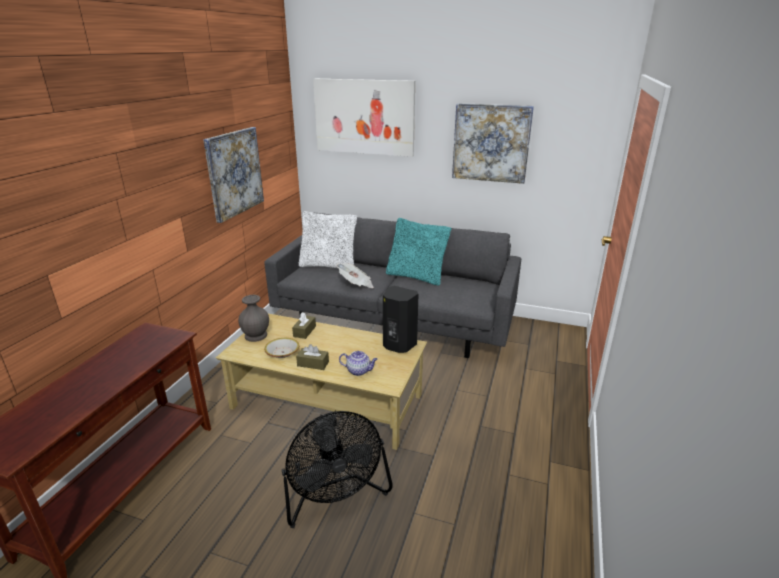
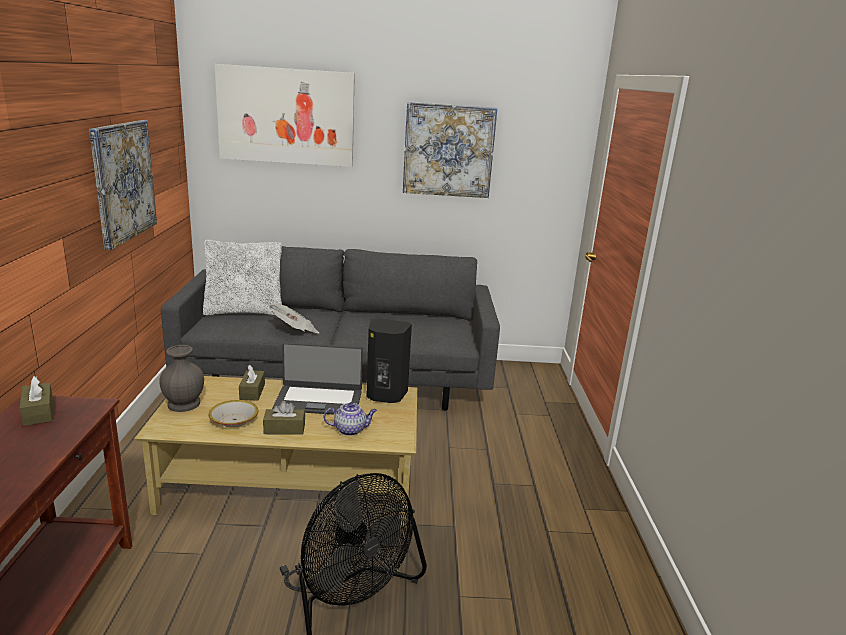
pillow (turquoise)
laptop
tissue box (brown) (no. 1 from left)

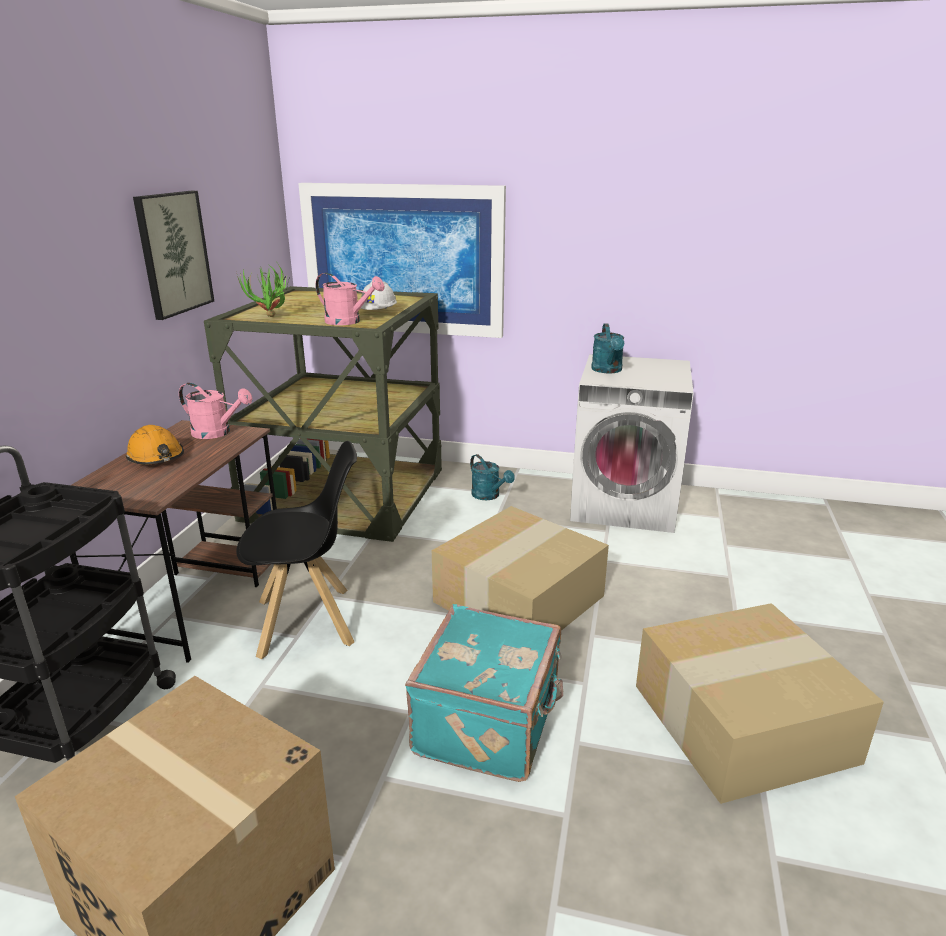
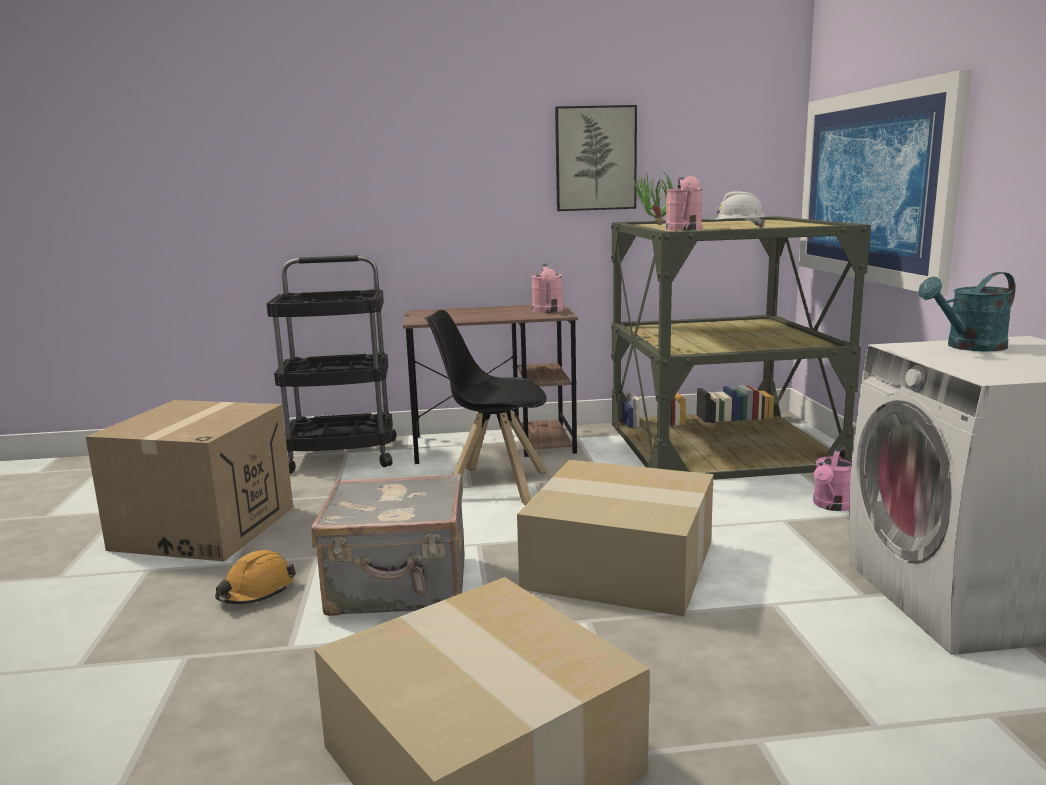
hard hat (orange)
chair (black)
watering can (pink) (no. 3 from left)
suitcase (grey)

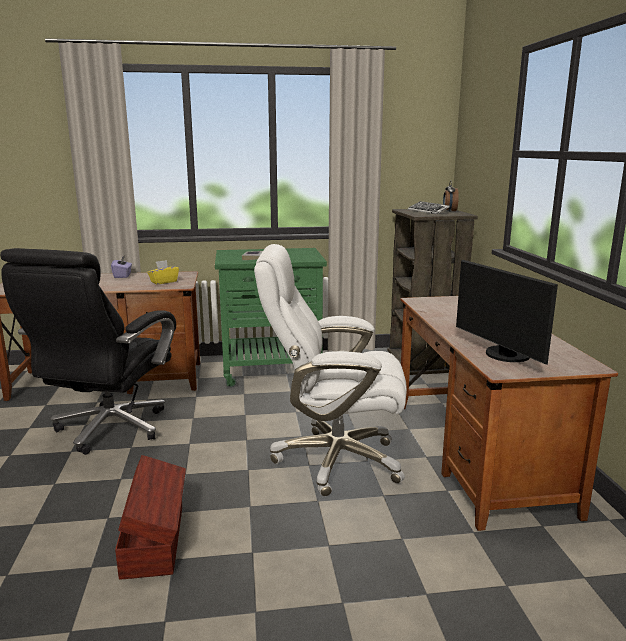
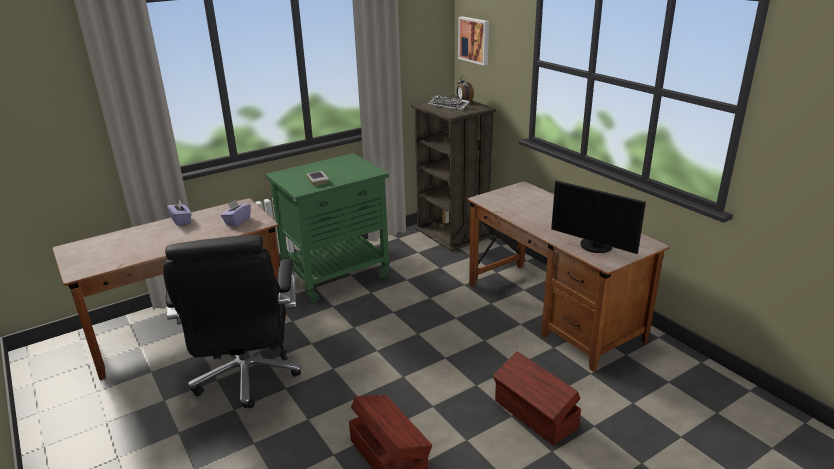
office chair (white)
tissue box (purple) (no. 2 from left)
picture
storage box (brown) (no. 2 from left)

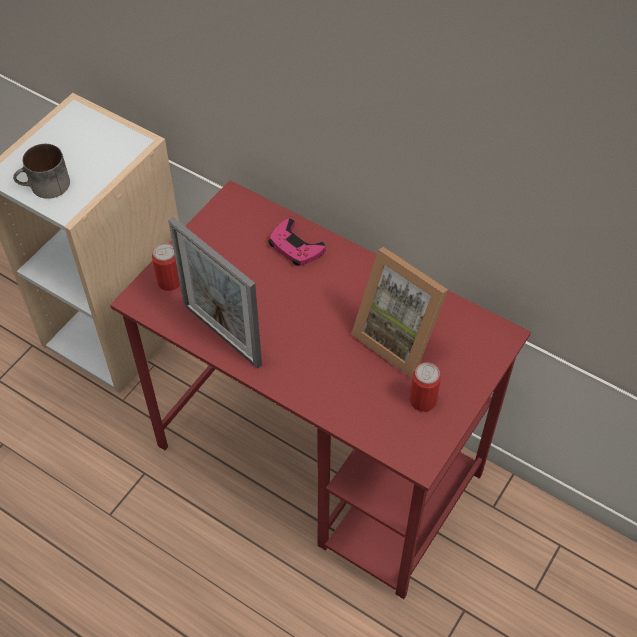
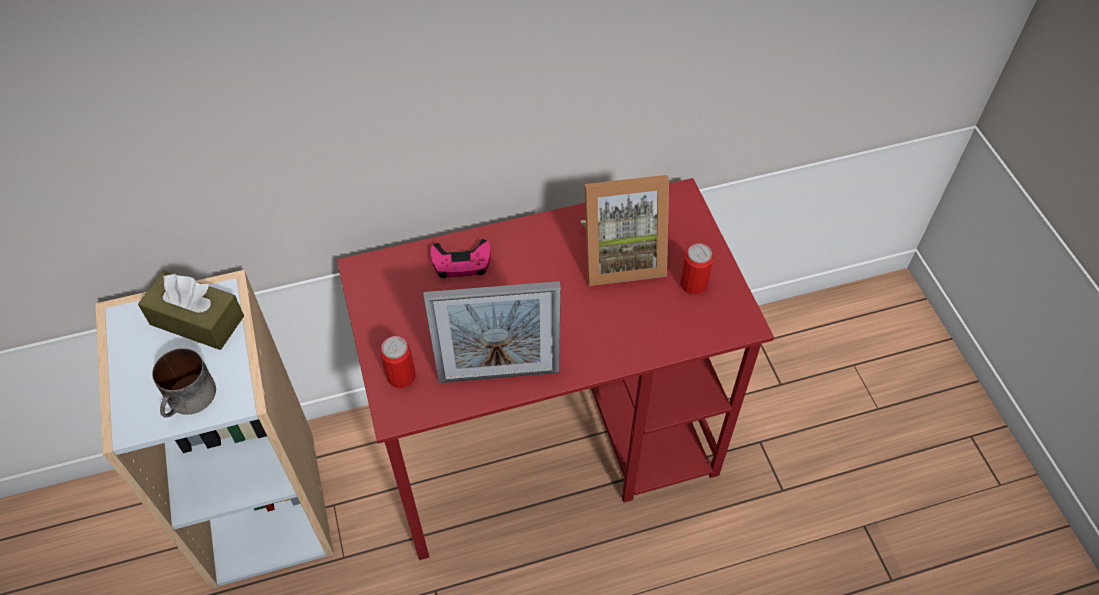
tissue box (brown)

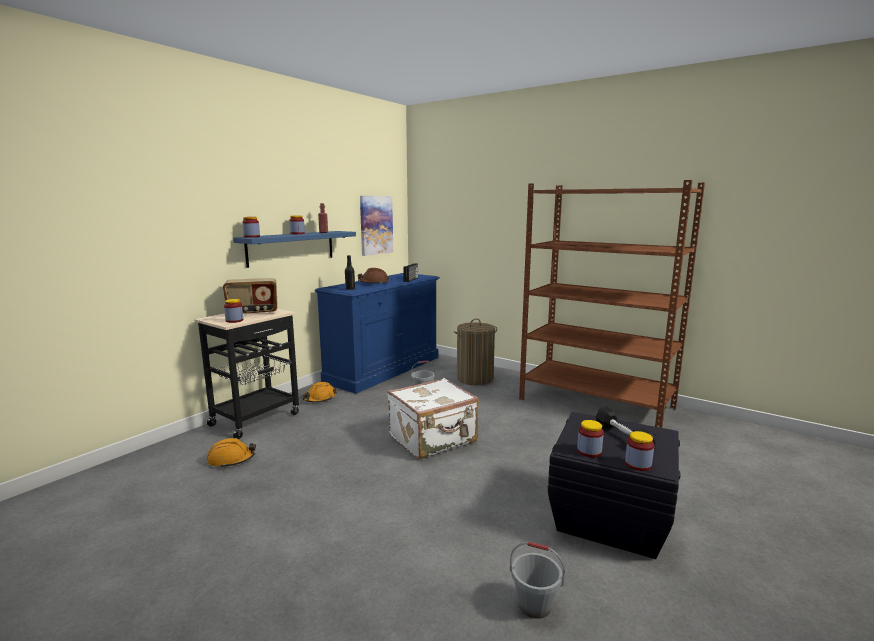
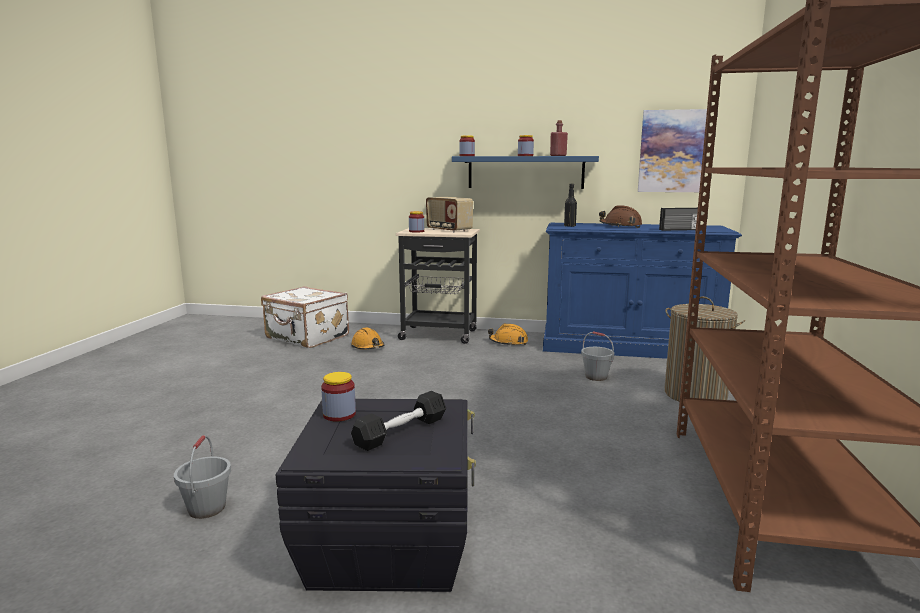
suitcase (white)
jar (no. 5 from left in the first image)

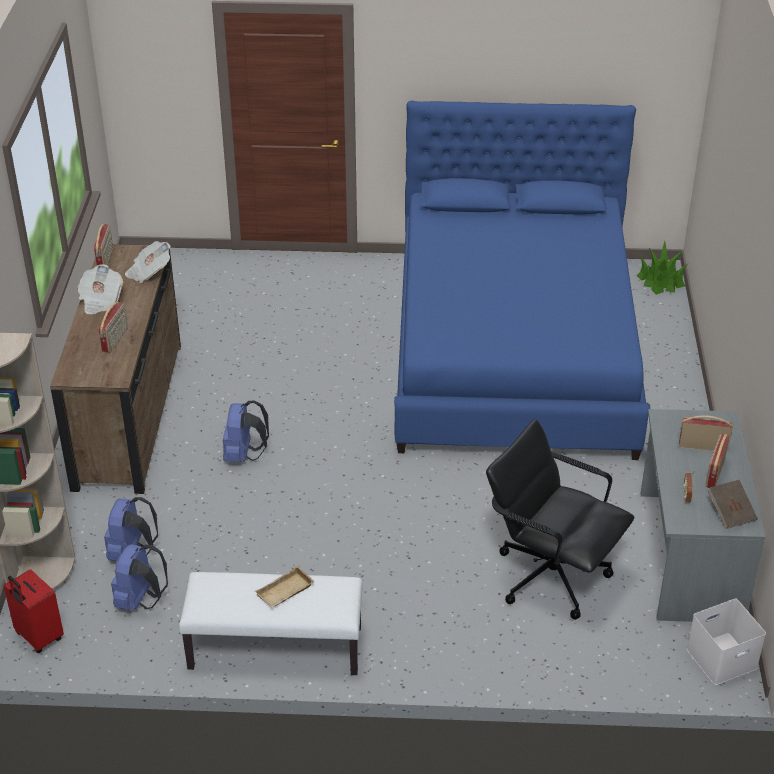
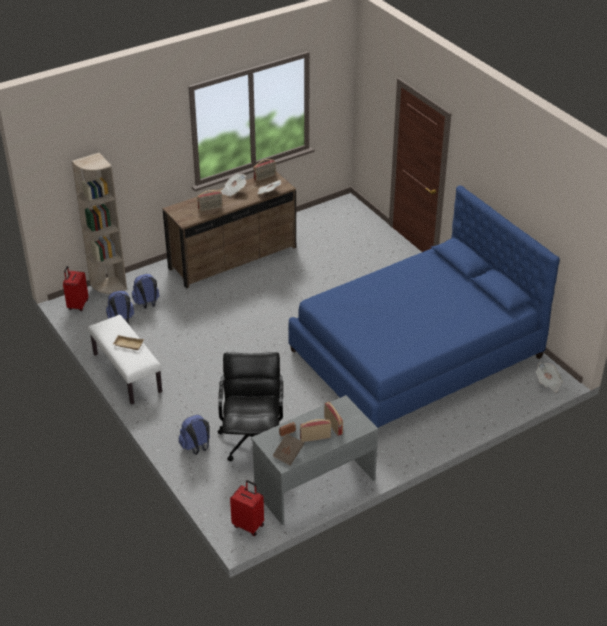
newspaper (no. 3 from left)
backpack (blue) (no. 3 from left)
suitcase (red) (no. 2 from left)

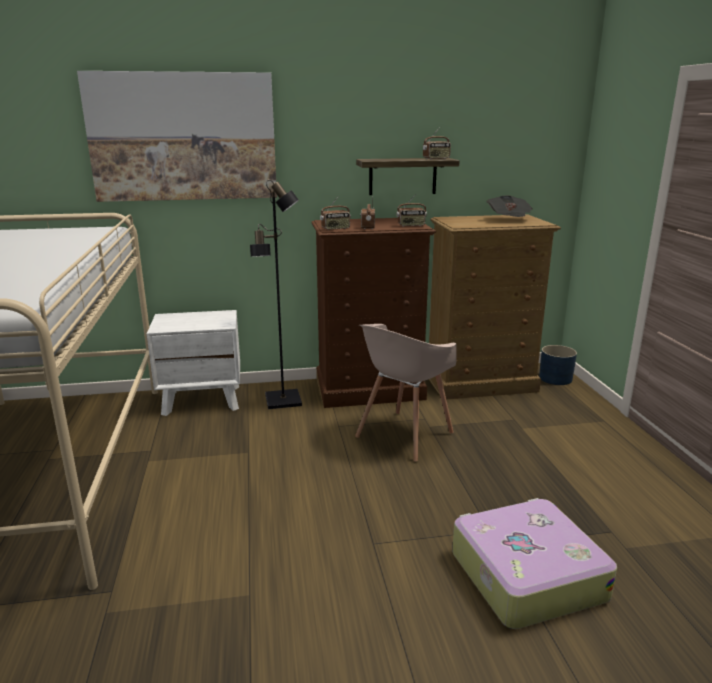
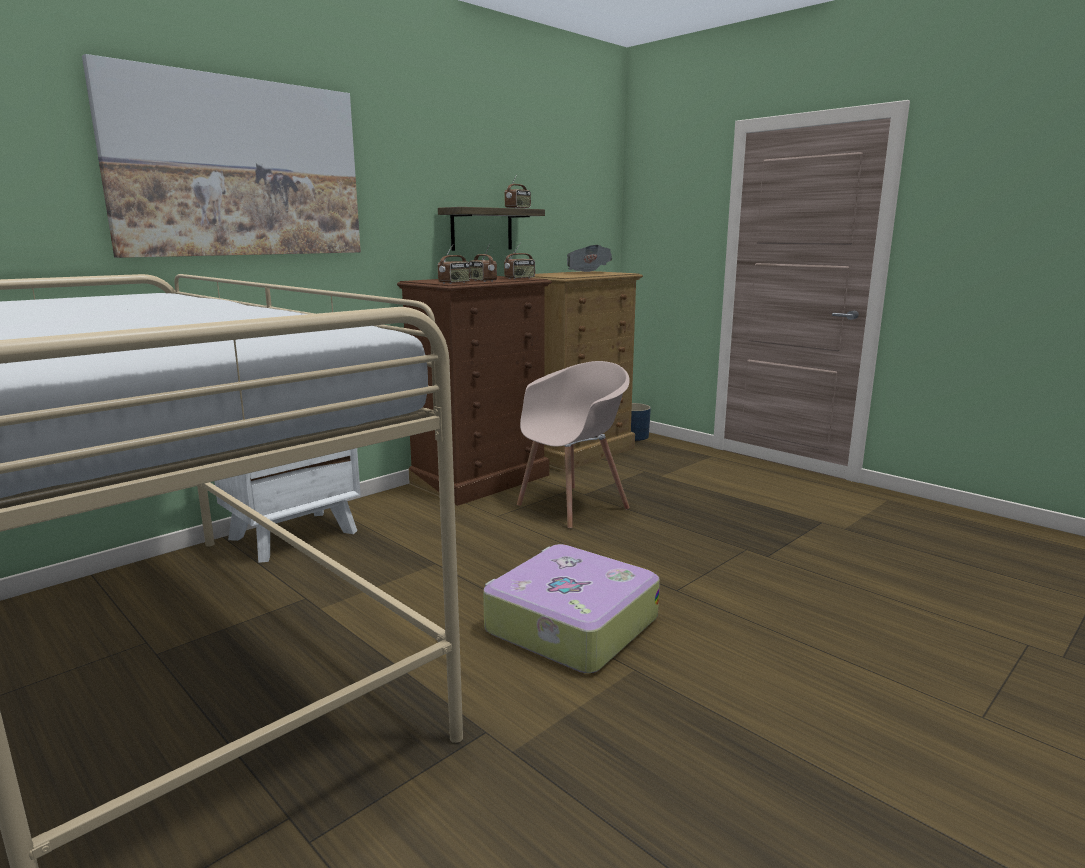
floor lamp (black)
chair (beige)
suitcase

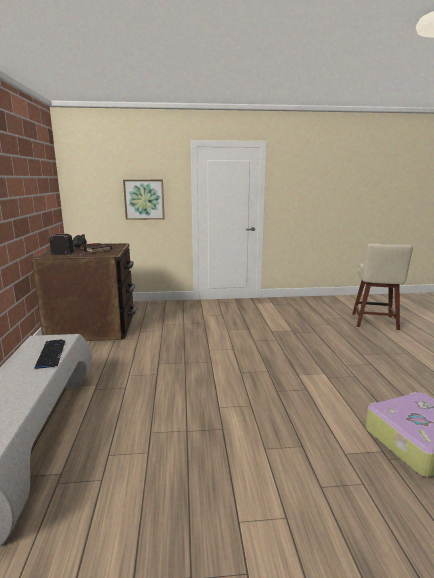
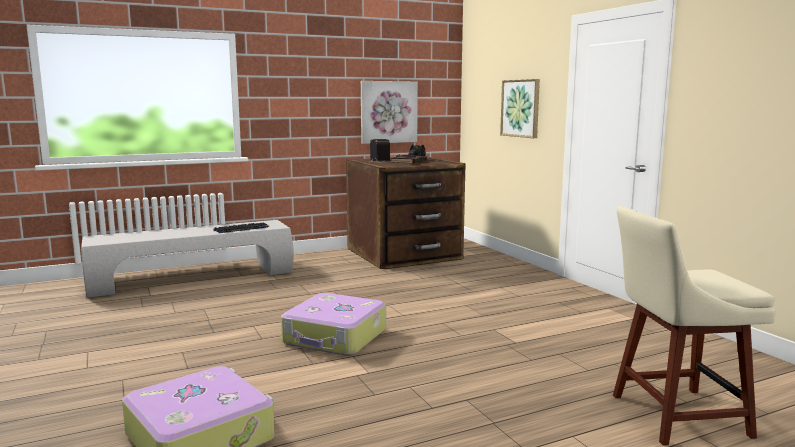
picture (no. 1 from left)
suitcase (no. 2 from left)

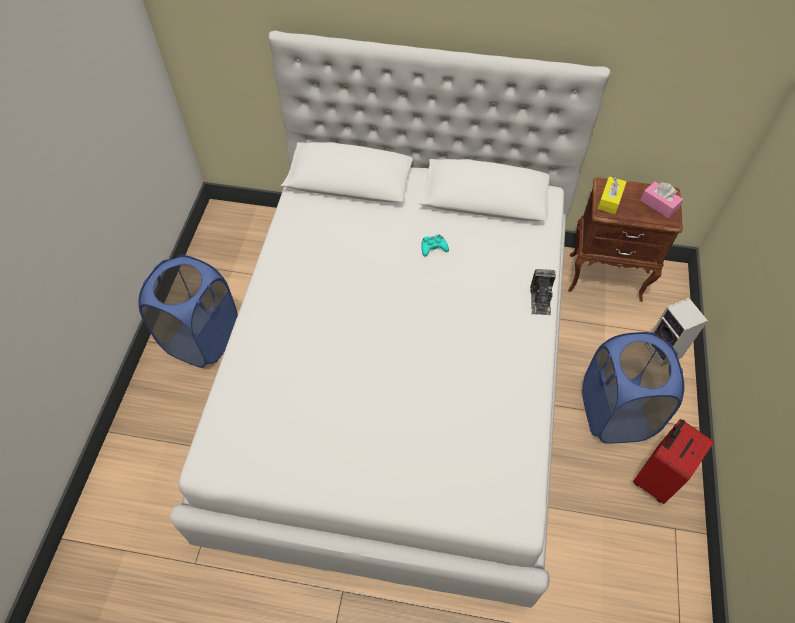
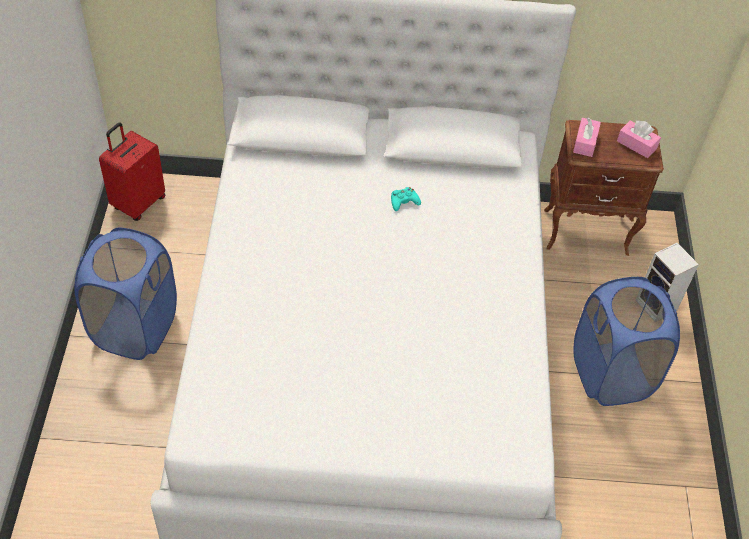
tissue box (pink) (no. 1 from left)
photo camera
suitcase (red)

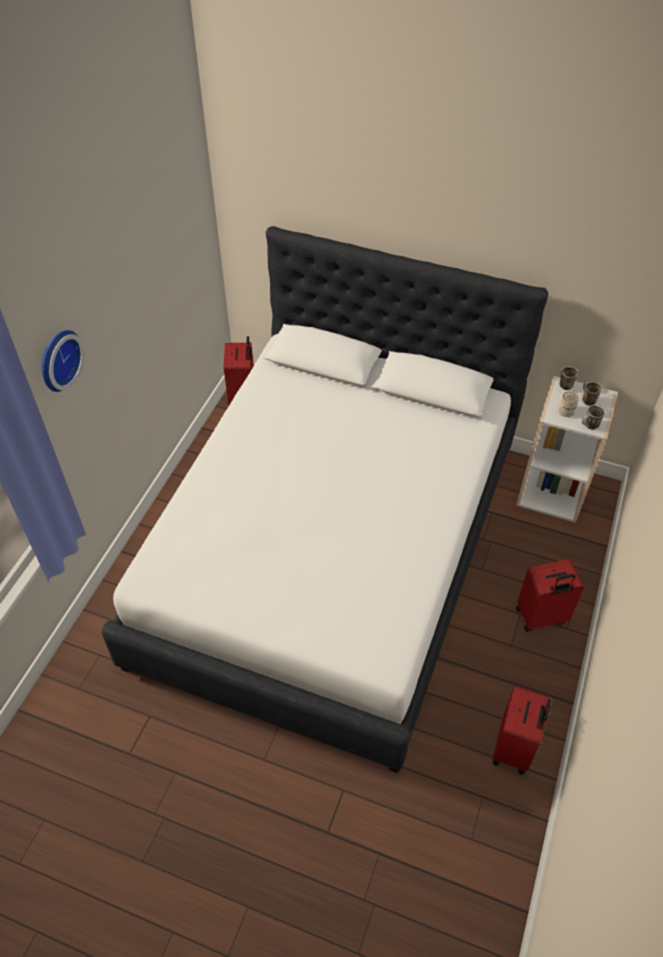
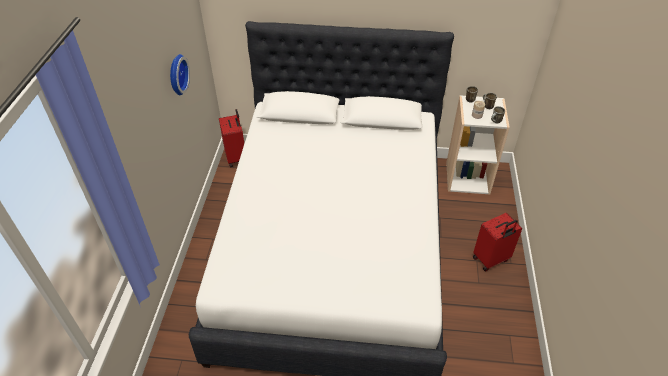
wall clock
suitcase (red) (no. 2 from left in the first image)

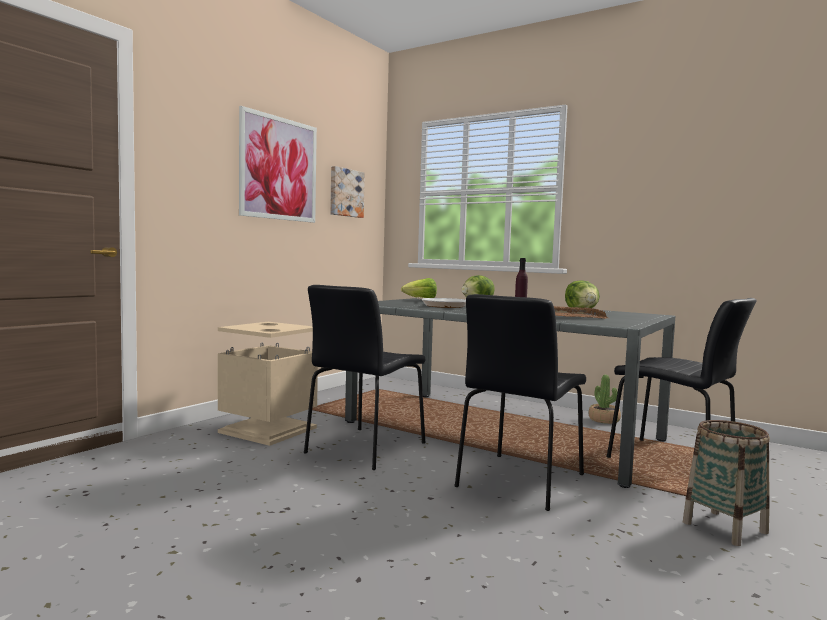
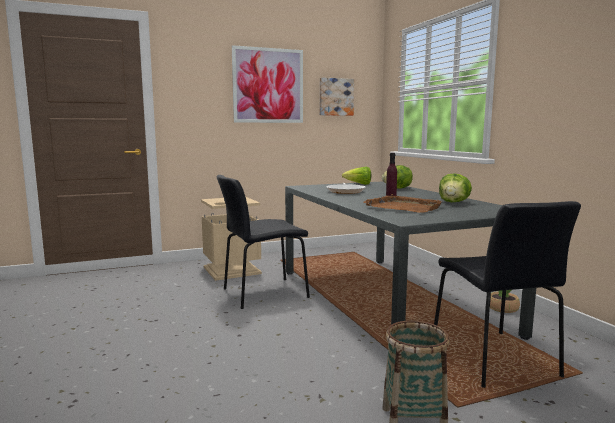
chair (black) (no. 2 from left in the first image)

